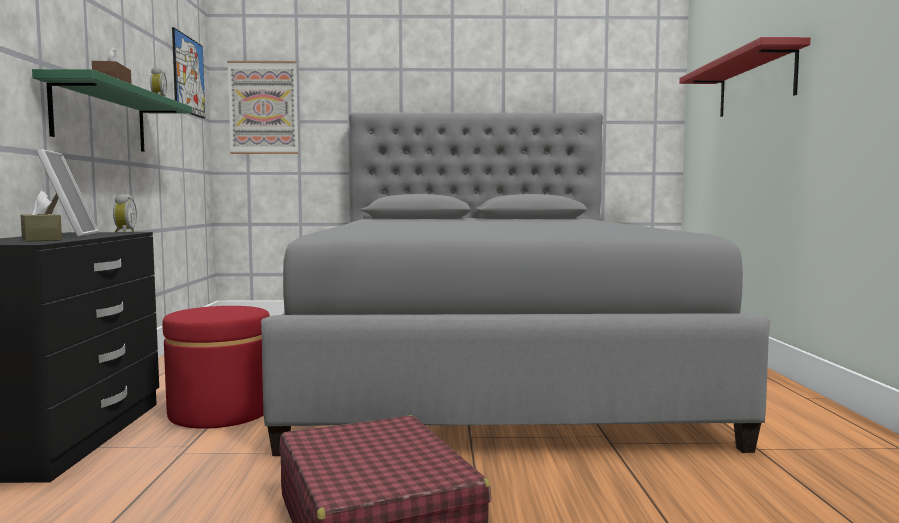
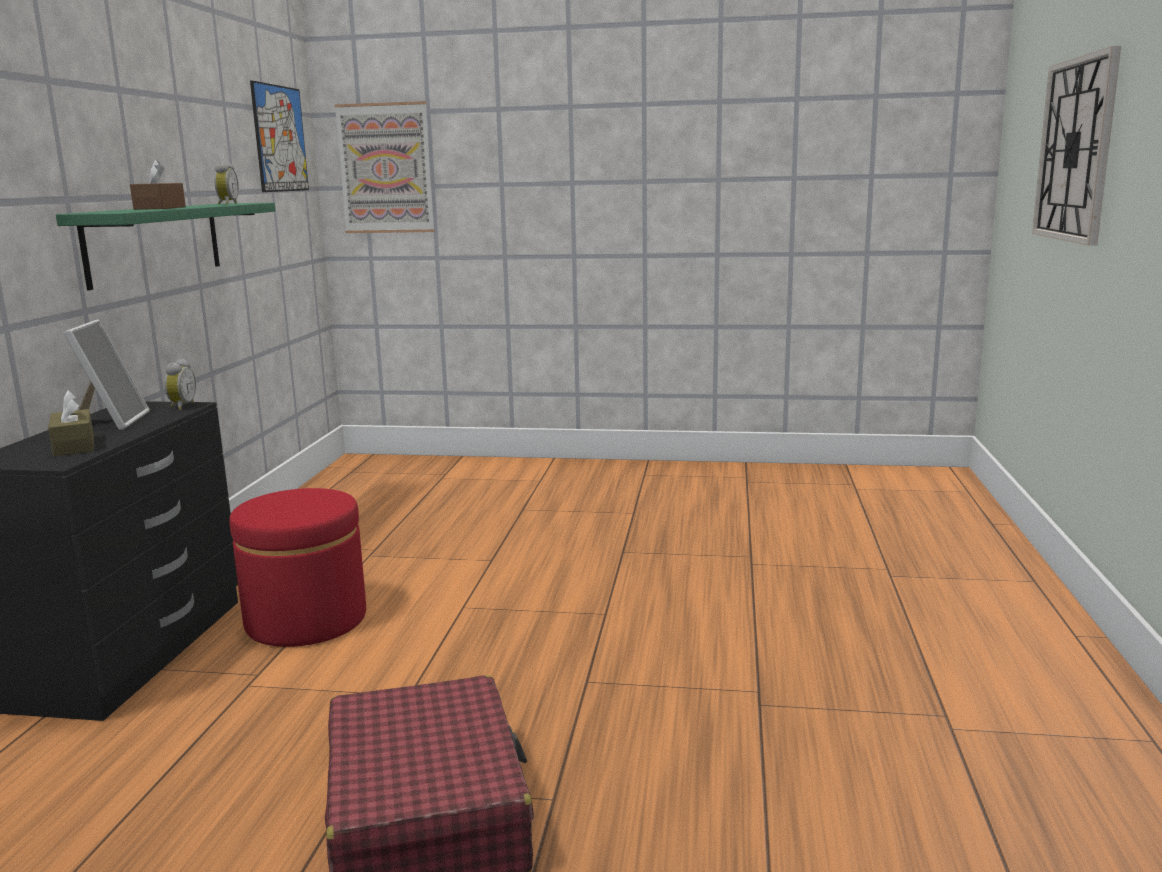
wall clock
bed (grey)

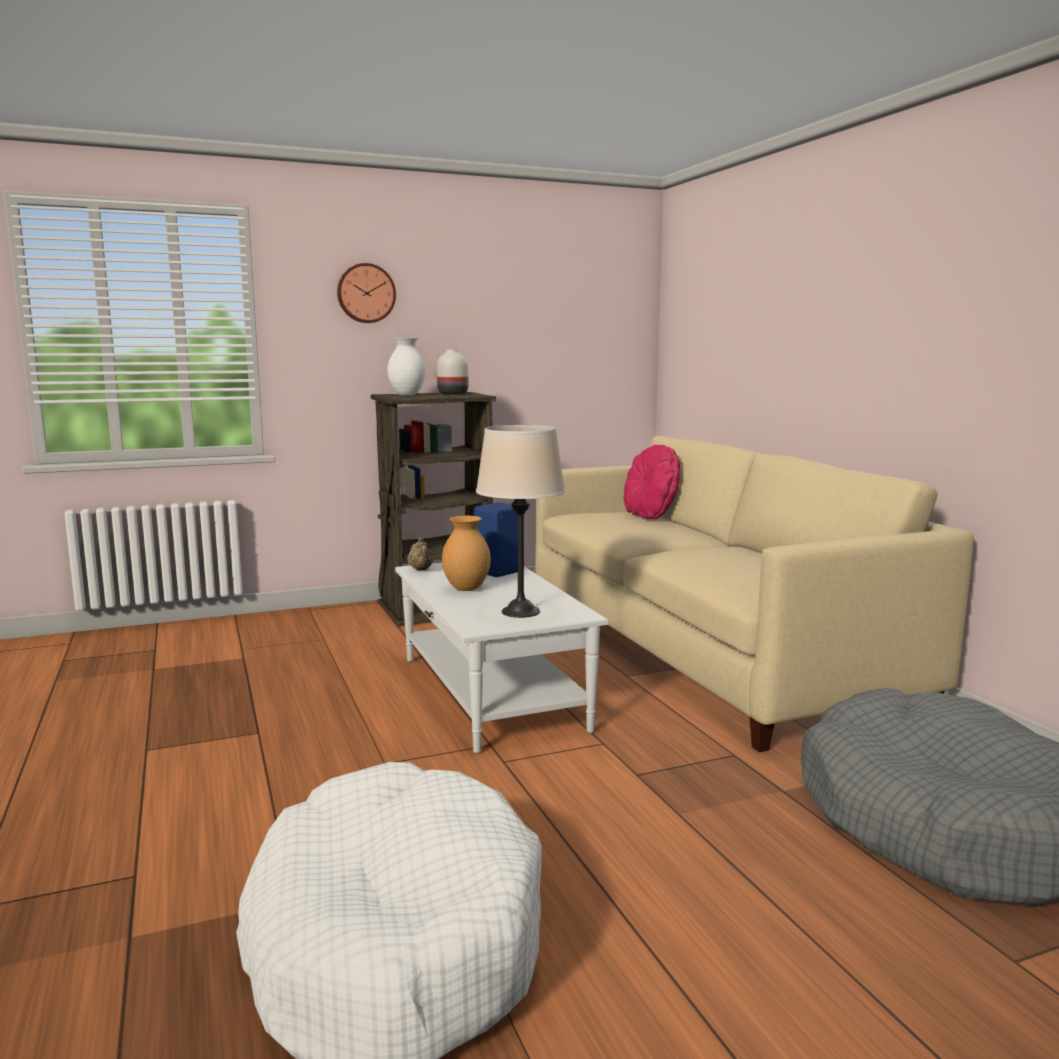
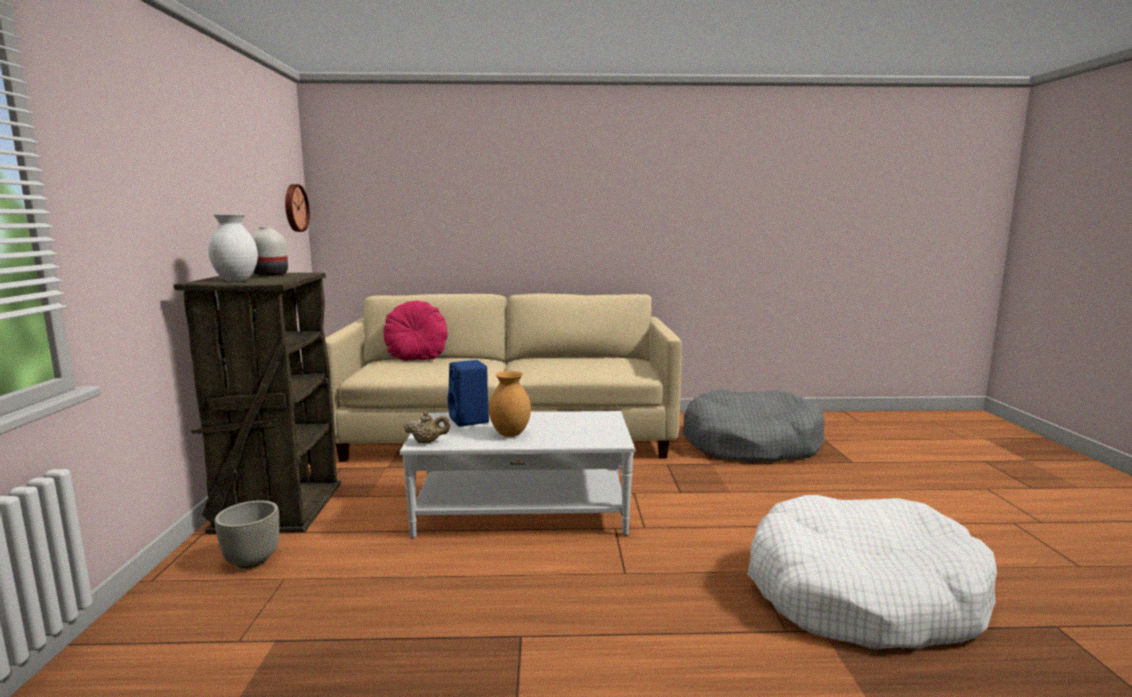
wall clock
table lamp (beige)
planter (grey)

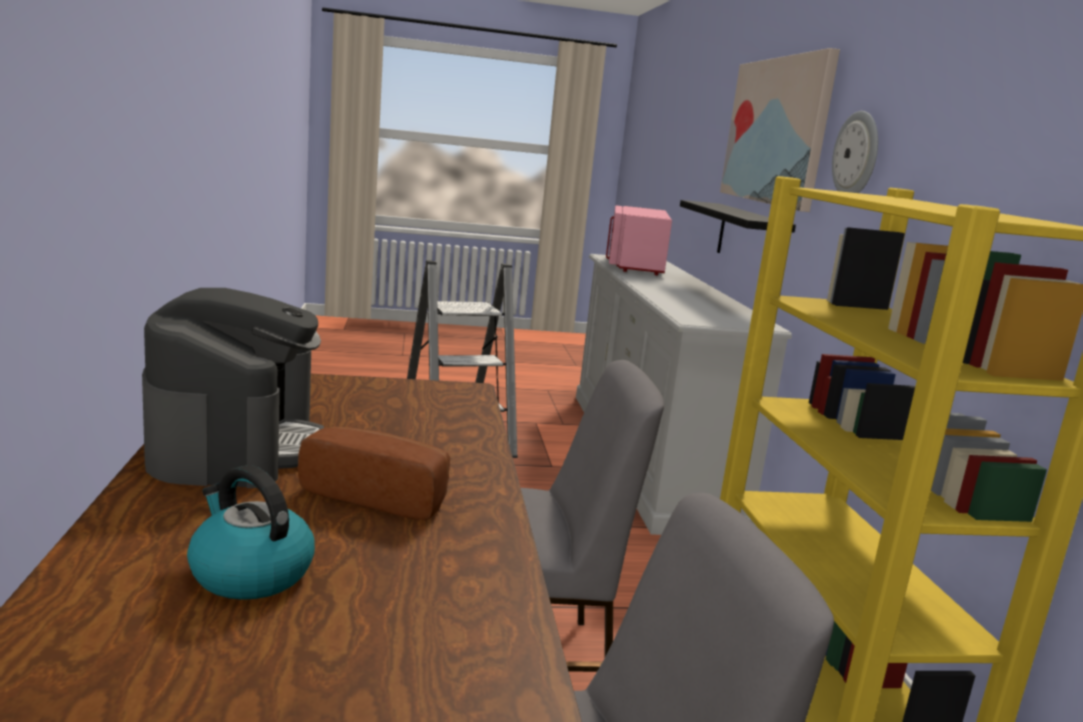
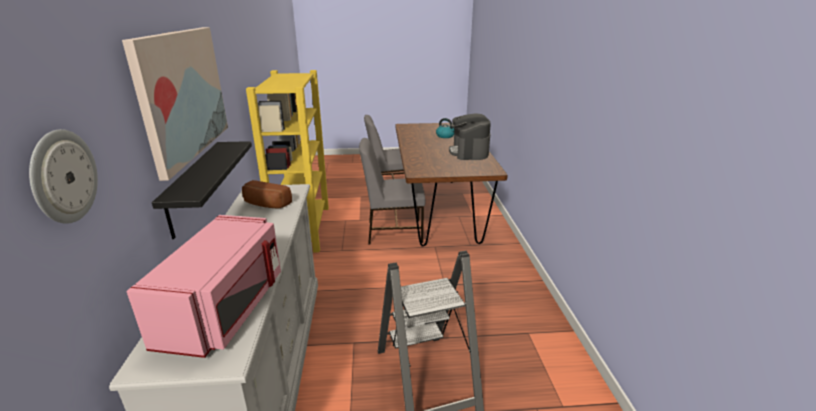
wall clock
bread

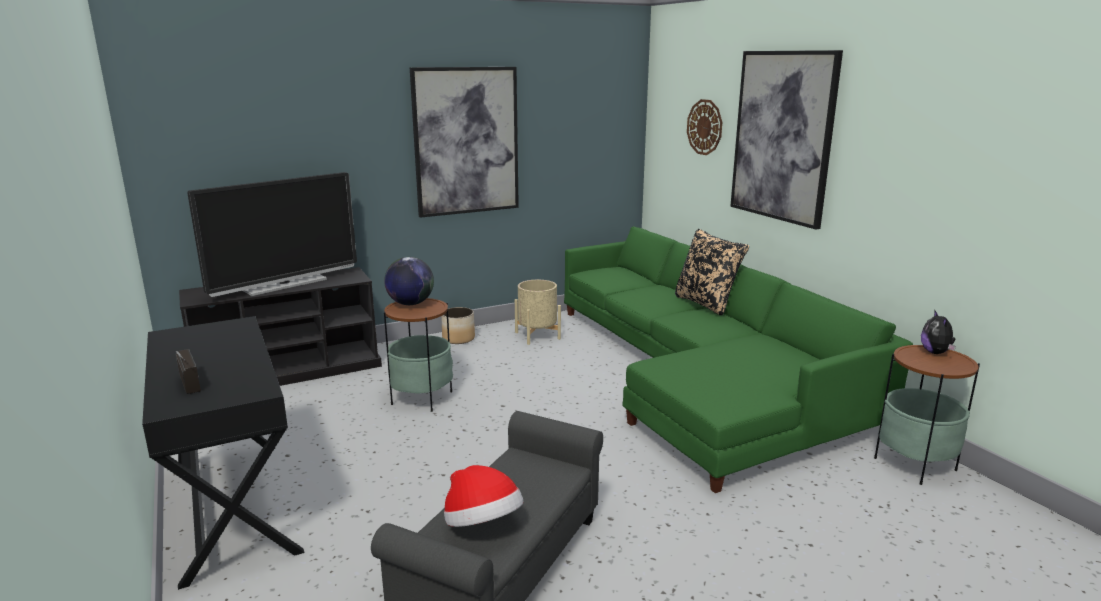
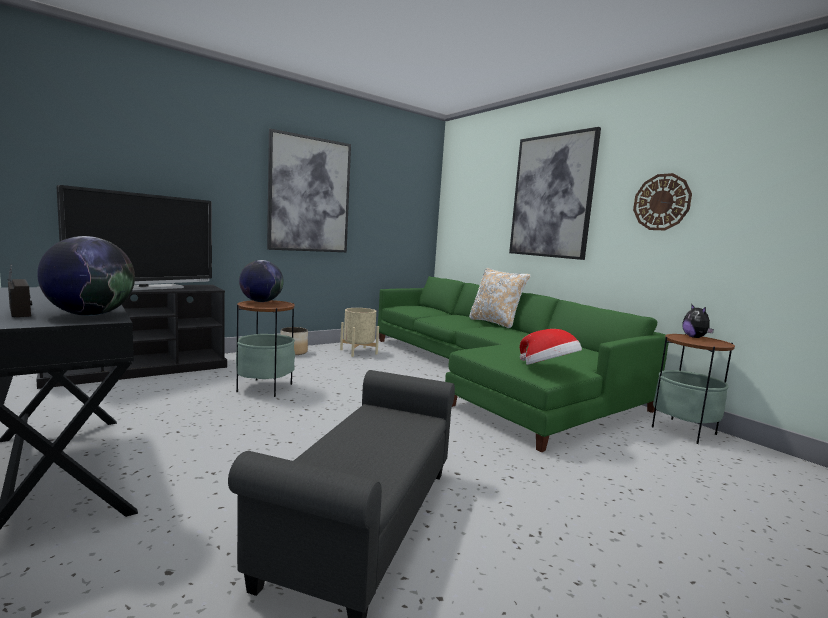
wall clock
pillow (white)
hat
globe (no. 1 from left)

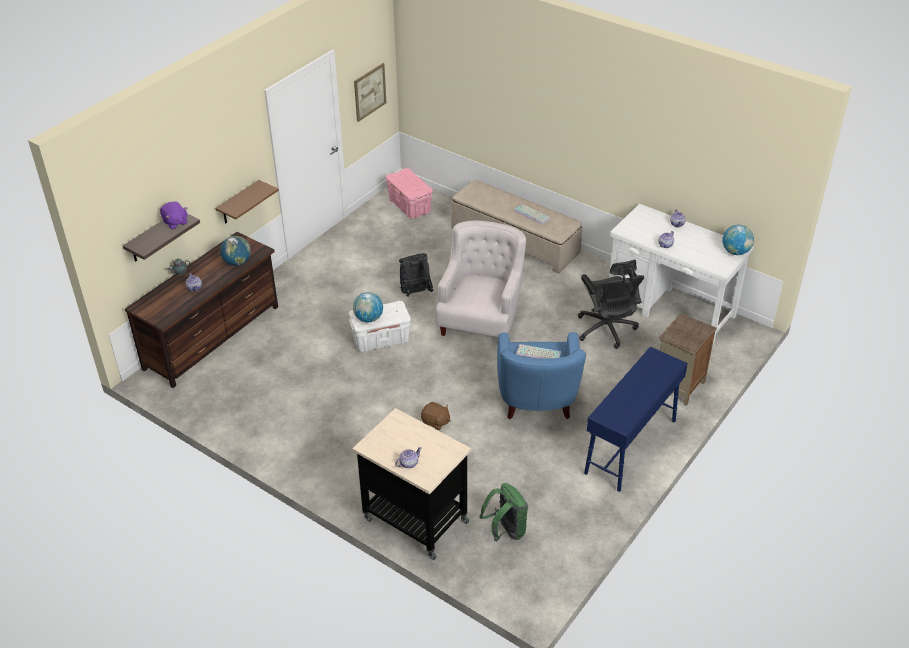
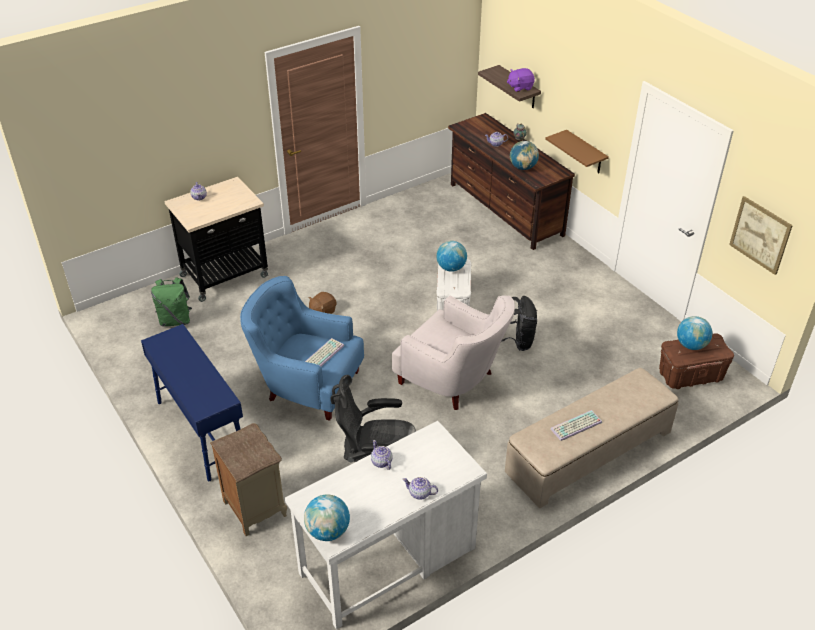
storage box (brown)
globe (no. 4 from left)

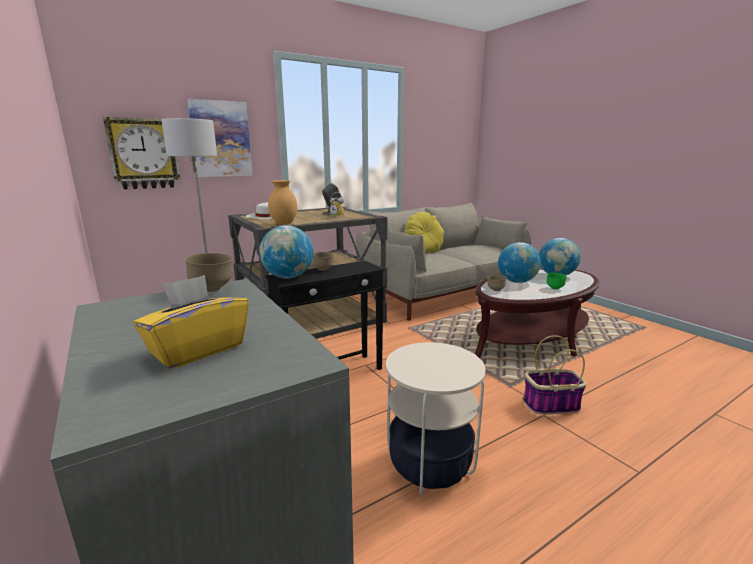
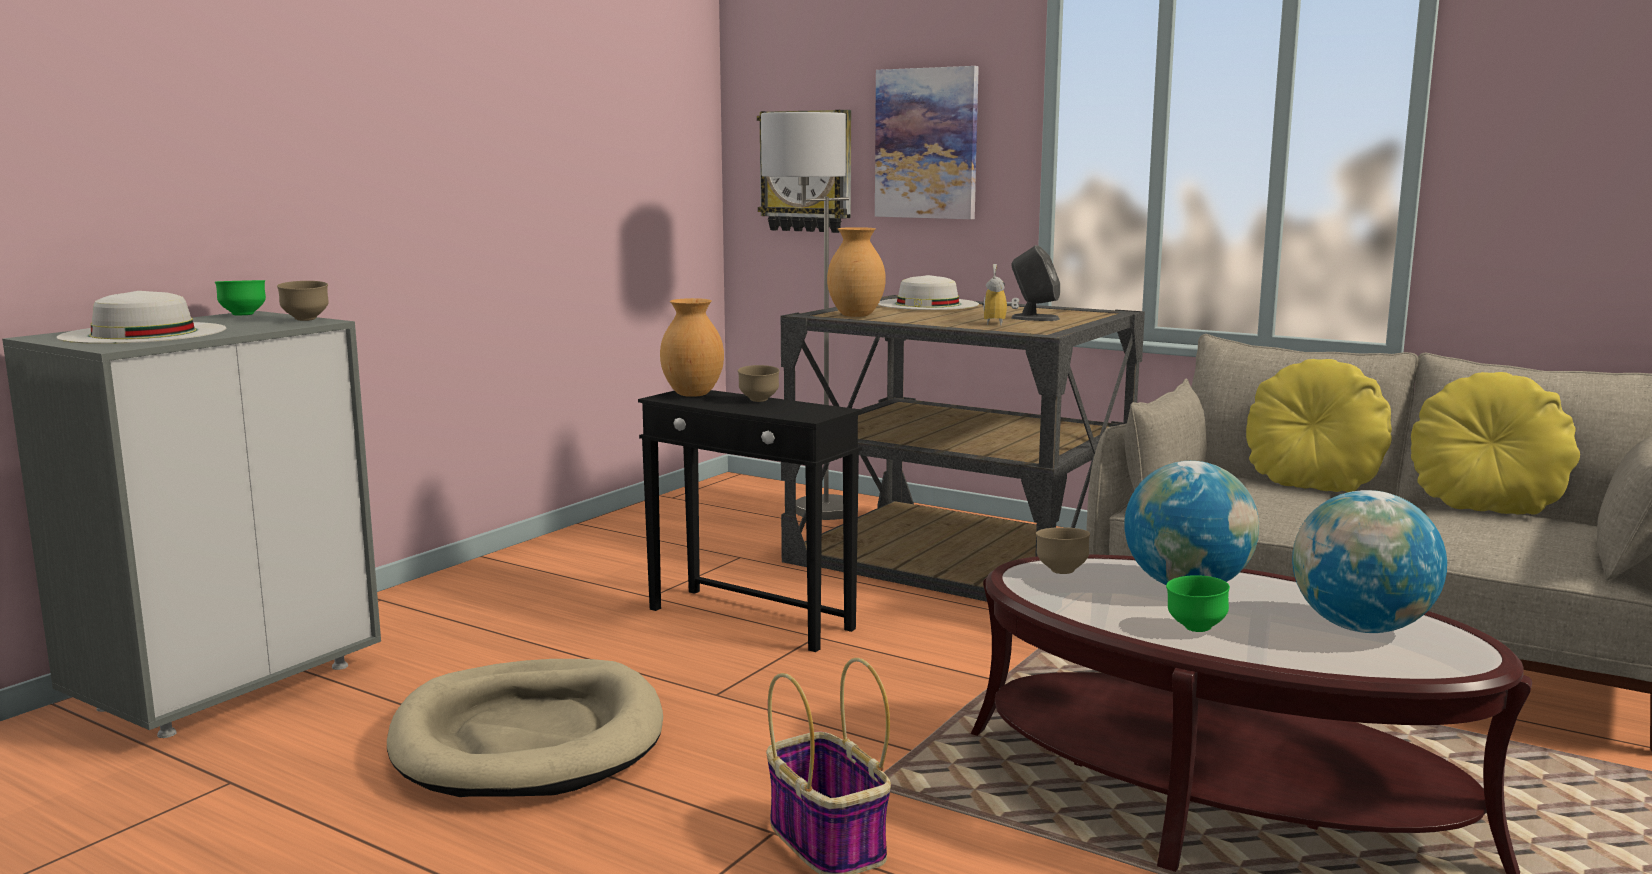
vase (brown) (no. 1 from left)
hat (white) (no. 1 from left)
dog bed (beige)
bowl (green) (no. 1 from left)
pillow (yellow) (no. 2 from left)

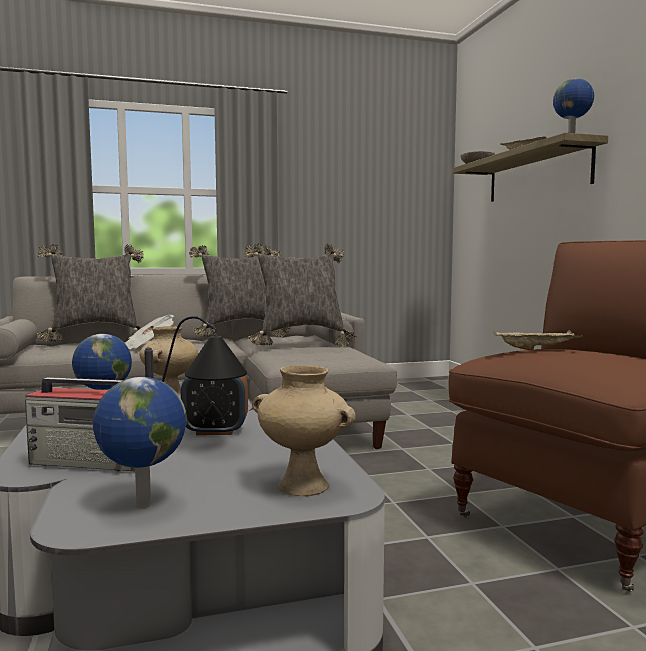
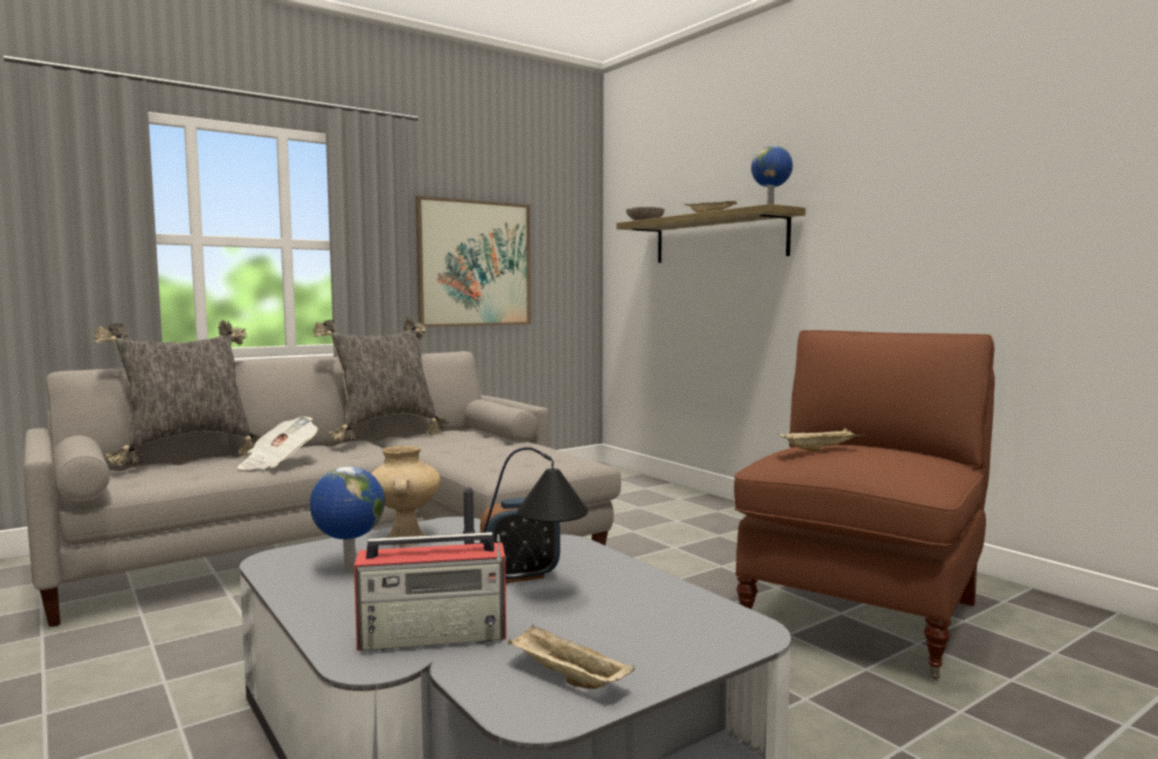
pillow (no. 3 from left in the first image)
vase (beige) (no. 2 from left in the first image)
tray (beige) (no. 1 from left)
picture

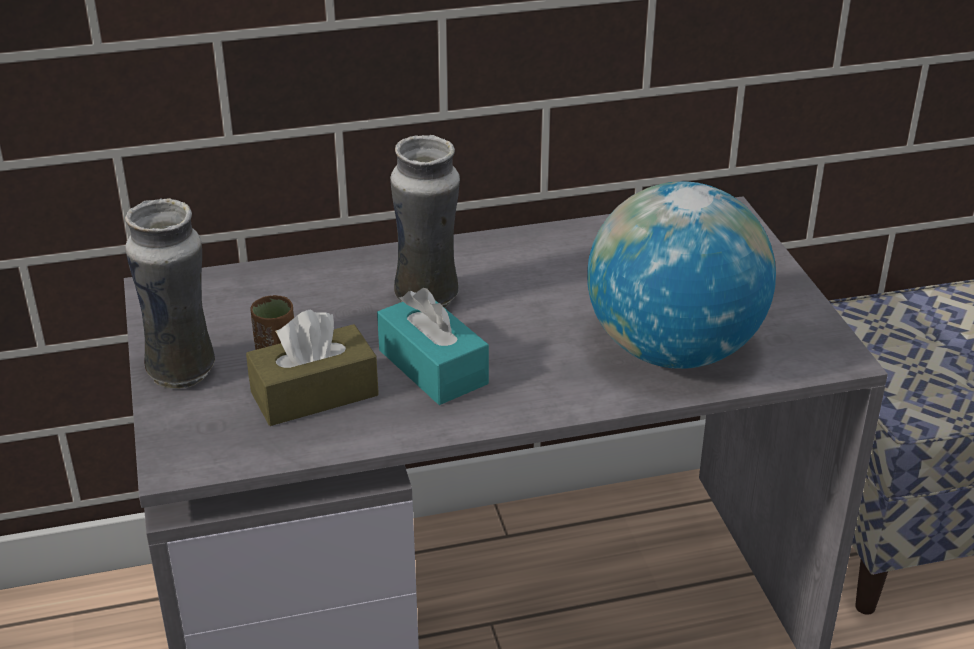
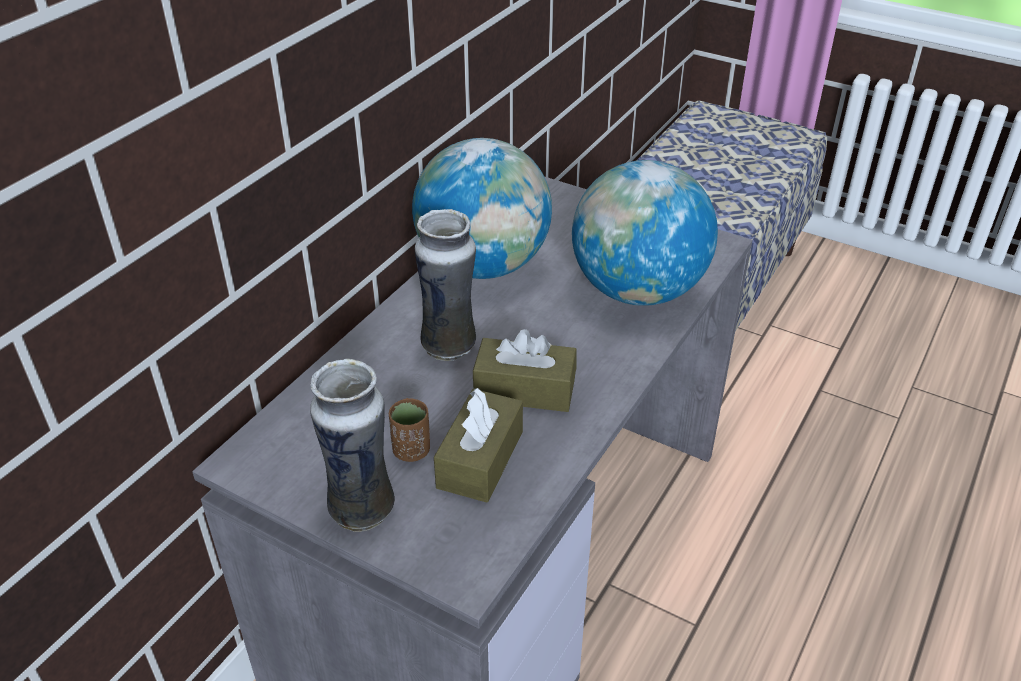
tissue box (brown) (no. 2 from left)
globe (no. 1 from left)

